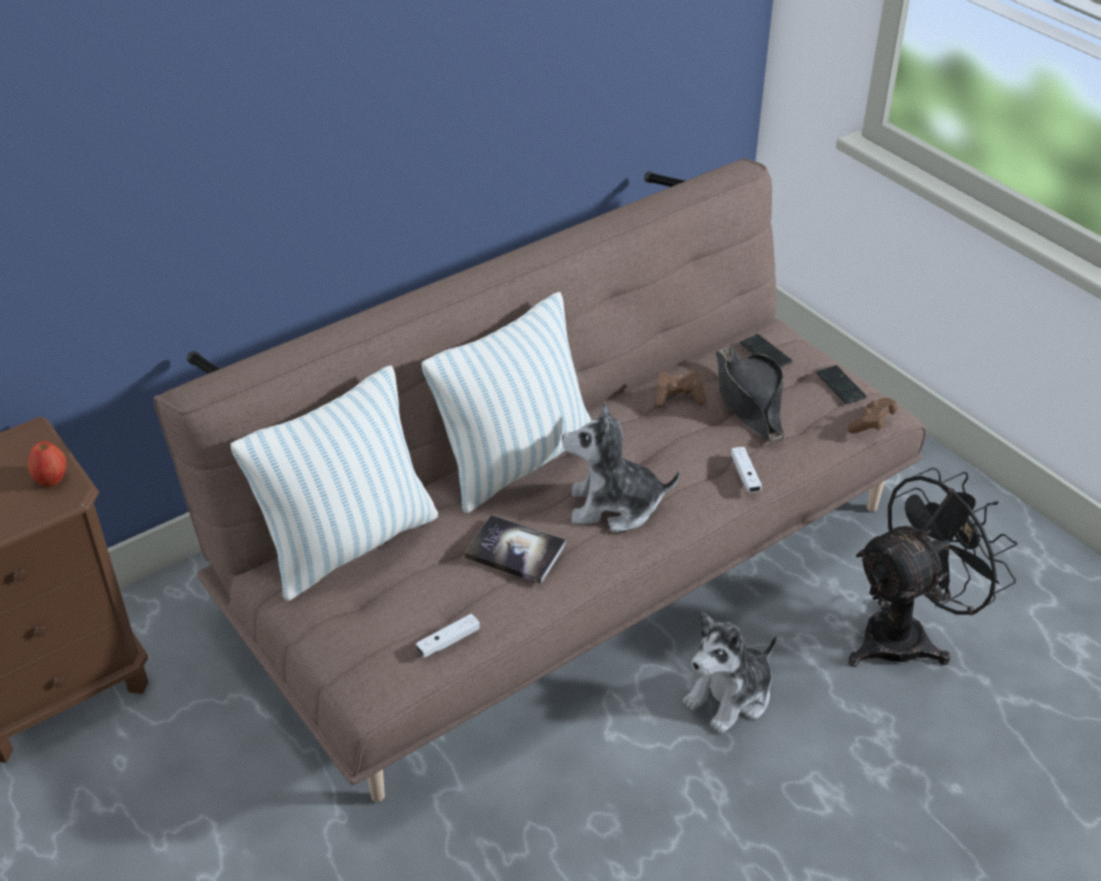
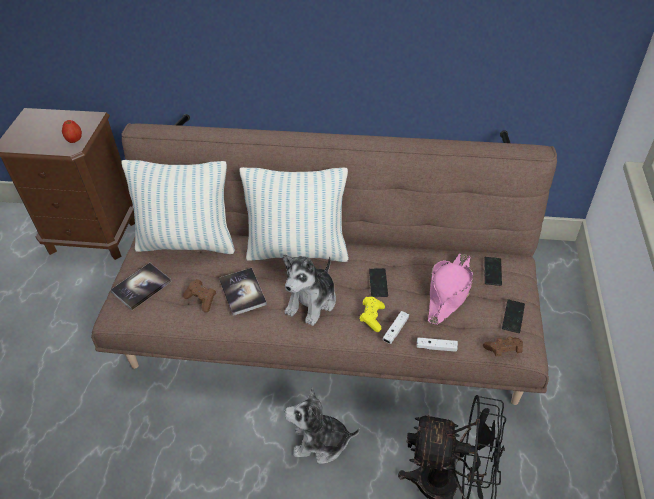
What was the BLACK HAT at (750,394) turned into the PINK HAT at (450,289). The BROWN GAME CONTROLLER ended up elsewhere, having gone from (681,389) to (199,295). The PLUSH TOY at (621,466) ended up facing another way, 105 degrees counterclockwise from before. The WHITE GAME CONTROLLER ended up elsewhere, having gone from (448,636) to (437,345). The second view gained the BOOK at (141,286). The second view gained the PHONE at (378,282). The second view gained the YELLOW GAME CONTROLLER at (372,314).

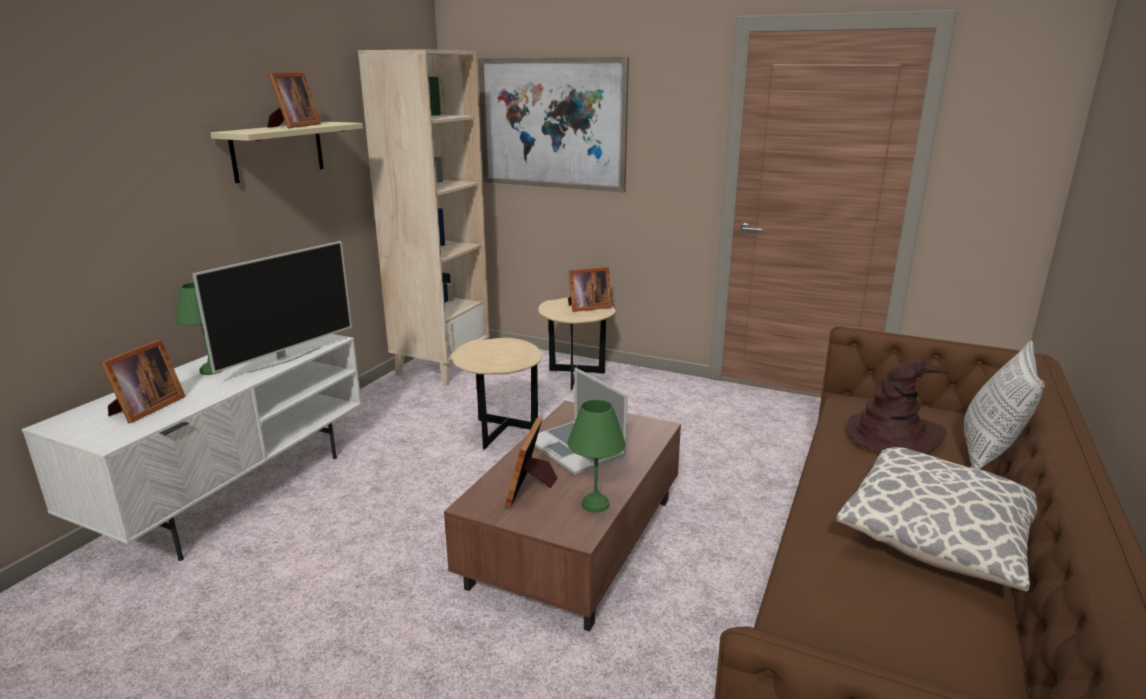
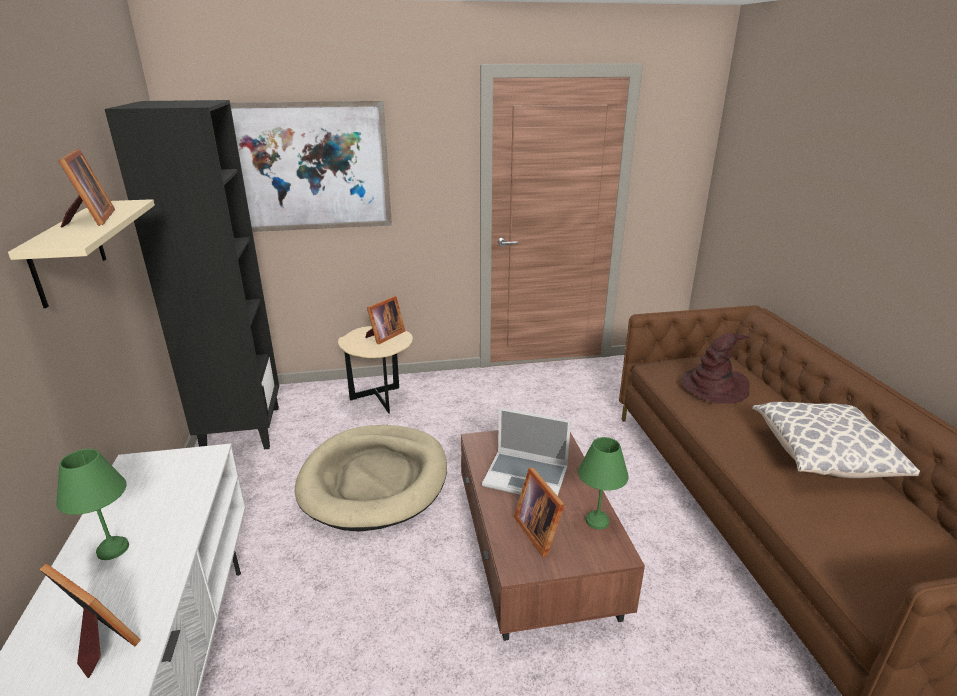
What was the BEIGE BOOKCASE at (424,217) turned into the BLACK BOOKCASE at (192,274). The second view lost the TELEVISION at (272,307). Where the BEIGE SIDE TABLE stood at (496,394), the BEIGE DOG BED came to stand at (371,478). The PICTURE FRAME at (143,381) ended up facing another way, 45 degrees counterclockwise from before. The second view lost the PILLOW at (1004,405).

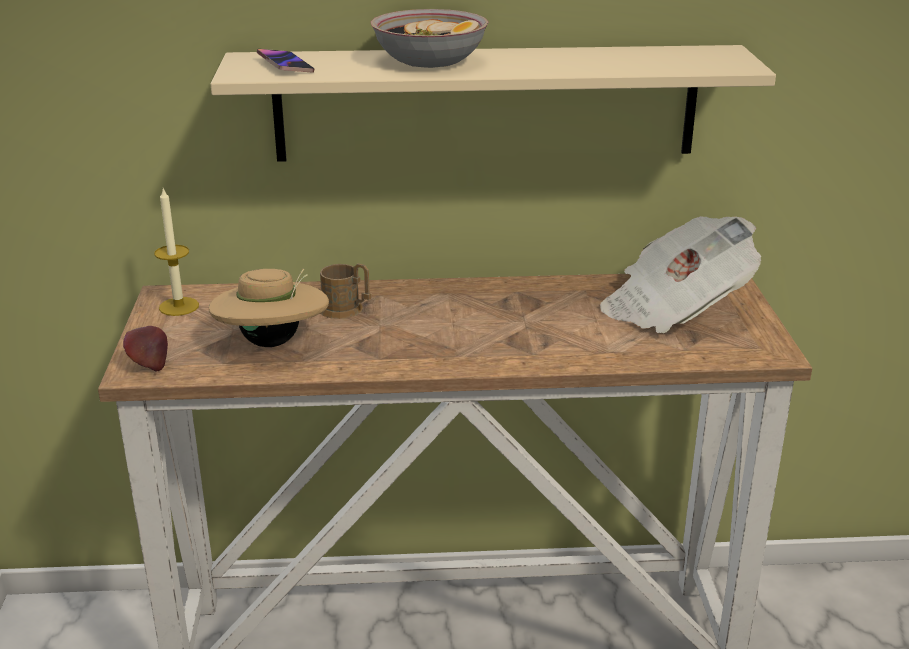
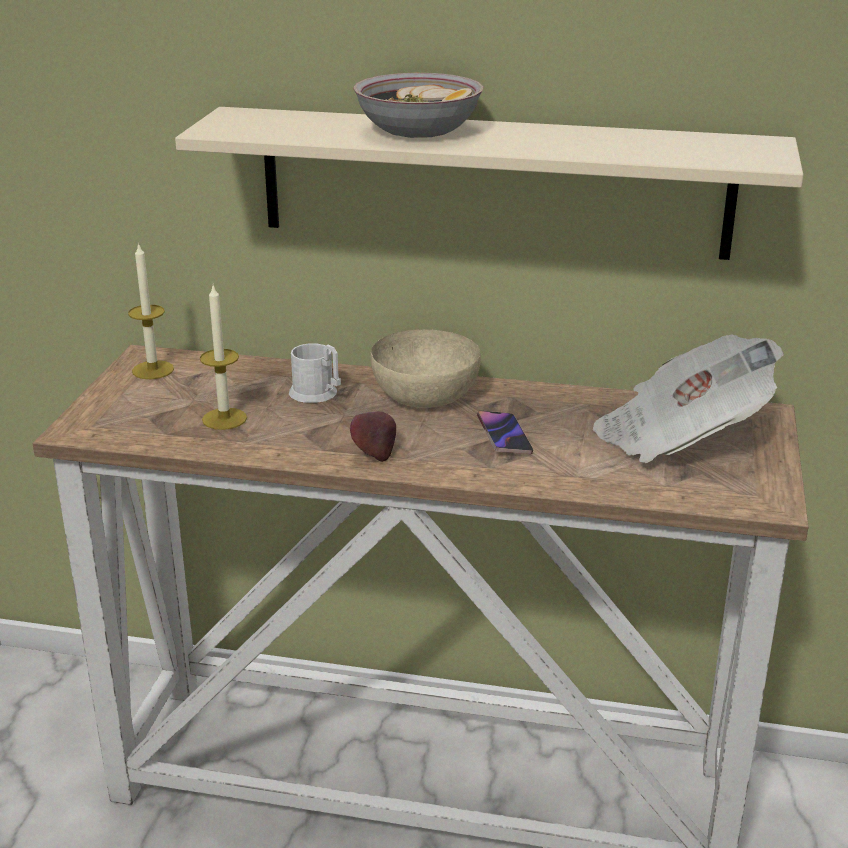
The PHONE ended up elsewhere, having gone from (285,61) to (505,432). What was the BROWN MUG at (346,291) turned into the WHITE MUG at (315,373). Where the BEIGE HAT stood at (269,307), the CANDLE came to stand at (223,358). The APPLE ended up elsewhere, having gone from (145,349) to (373,436). The second view gained the BEIGE BOWL at (426,368).

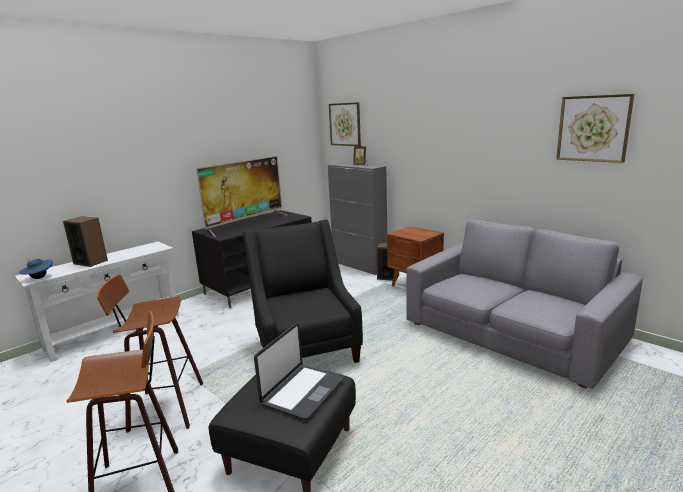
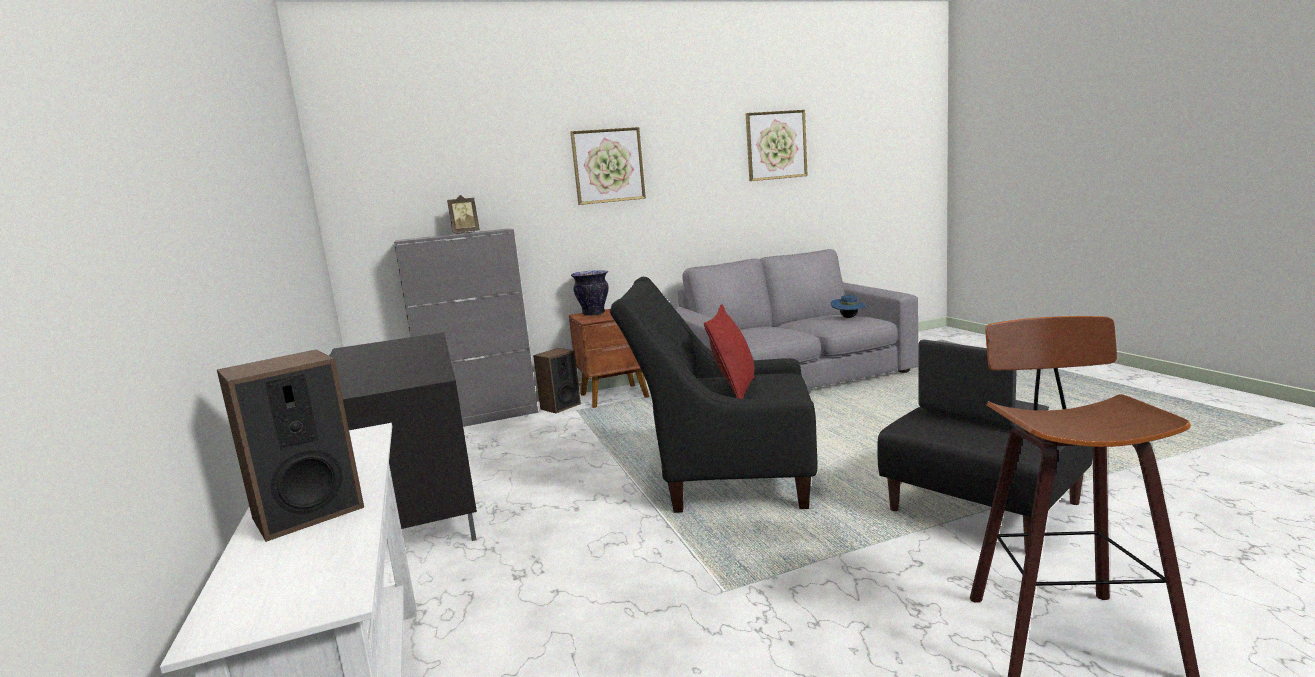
The PICTURE ended up elsewhere, having gone from (345,124) to (608,166). The second view lost the TELEVISION at (241,196). The BLUE HAT ended up elsewhere, having gone from (36,269) to (848,306). The second view lost the STOOL at (149,354). The second view gained the VASE at (590,293). The second view gained the RED PILLOW at (729,351).

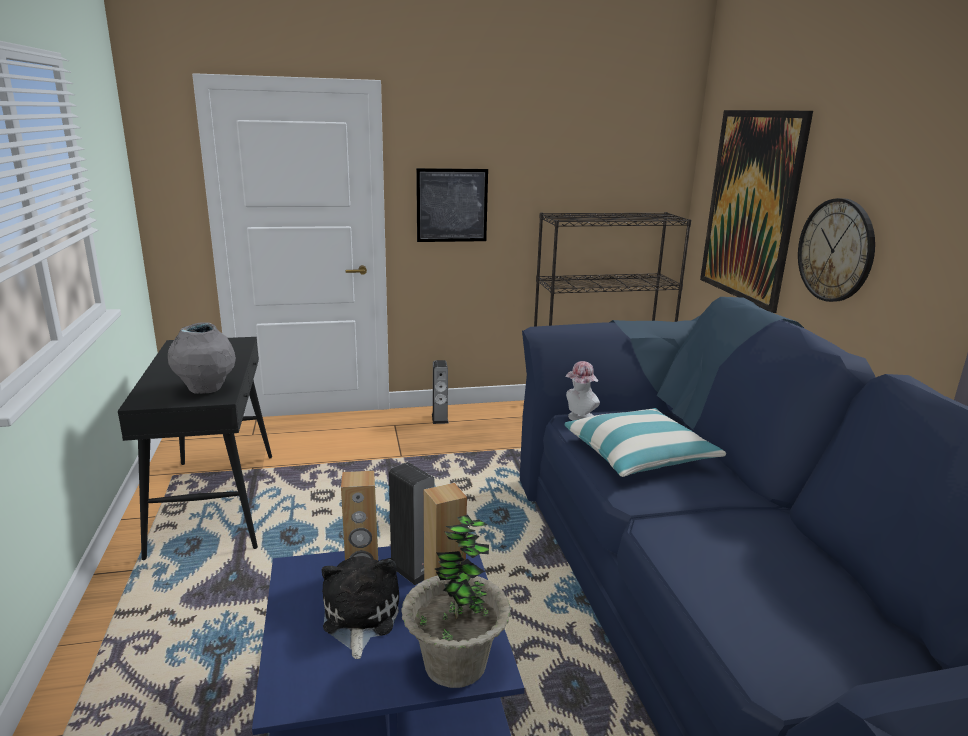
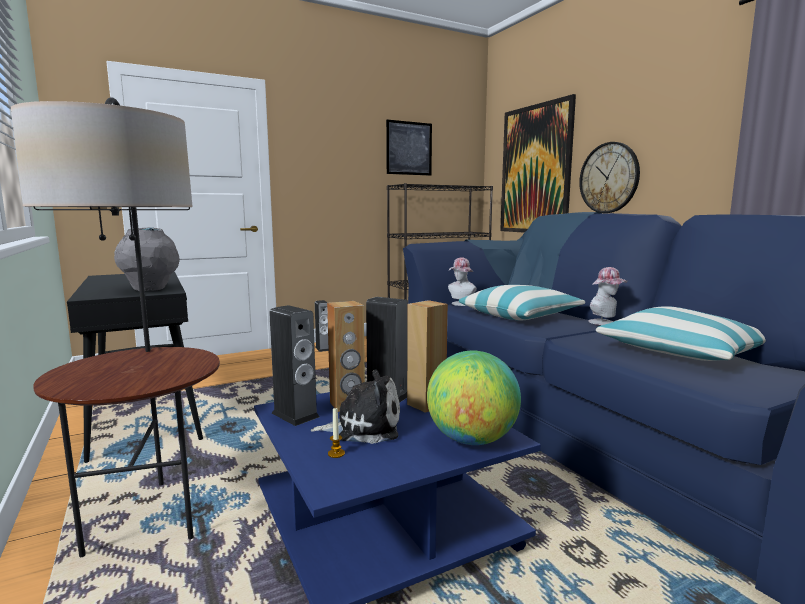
The PICTURE ended up elsewhere, having gone from (452,205) to (409,148). Where the POTTED PLANT stood at (456,601), the GLOBE came to stand at (474,397). The PLUSH TOY at (360,607) ended up facing another way, 105 degrees clockwise from before. The second view gained the FLOOR LAMP at (115,327). The second view gained the HAT at (608,296). The second view gained the SPEAKER at (294,365). The second view gained the PILLOW at (681,333). The second view gained the CANDLE at (336,433).

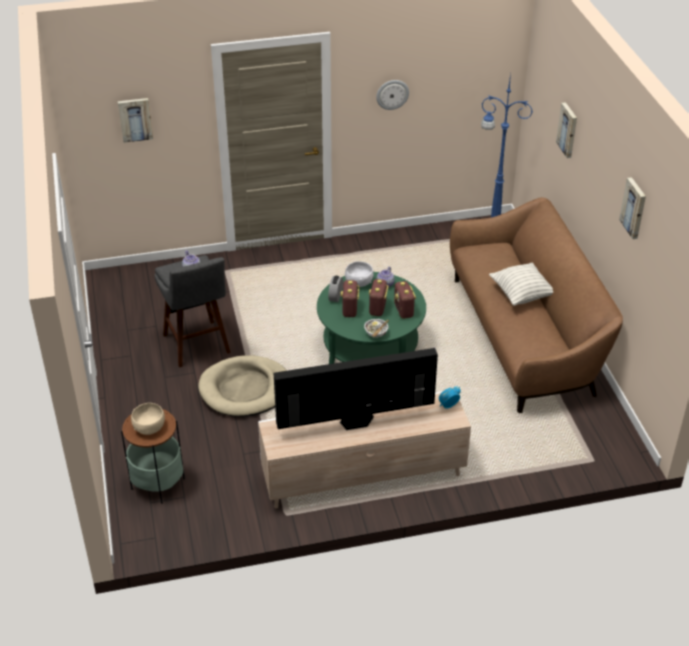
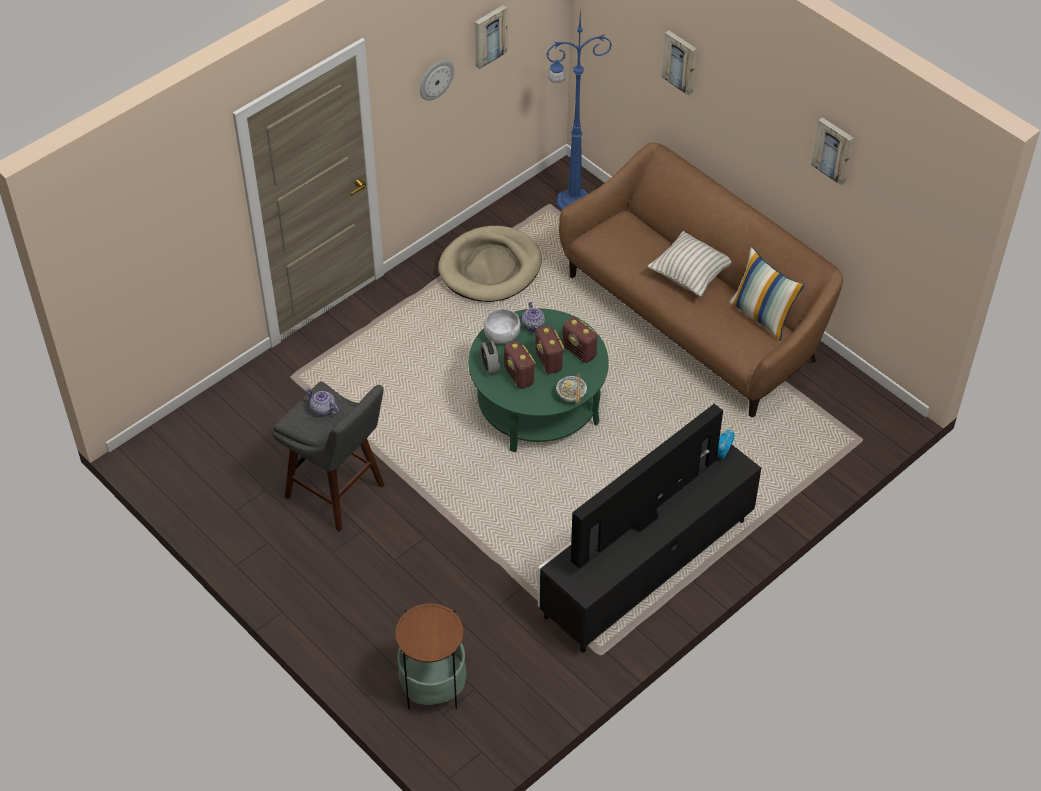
The PICTURE ended up elsewhere, having gone from (135,120) to (491,37). The BEIGE DOG BED ended up elsewhere, having gone from (242,386) to (490,264). What was the BEIGE TV STAND at (364,450) turned into the BLACK TV STAND at (649,549). The second view lost the BEIGE BOWL at (148,419). The second view gained the PILLOW at (767,294).

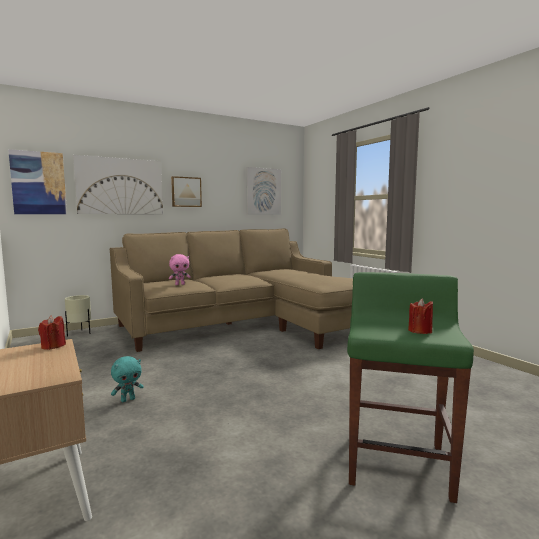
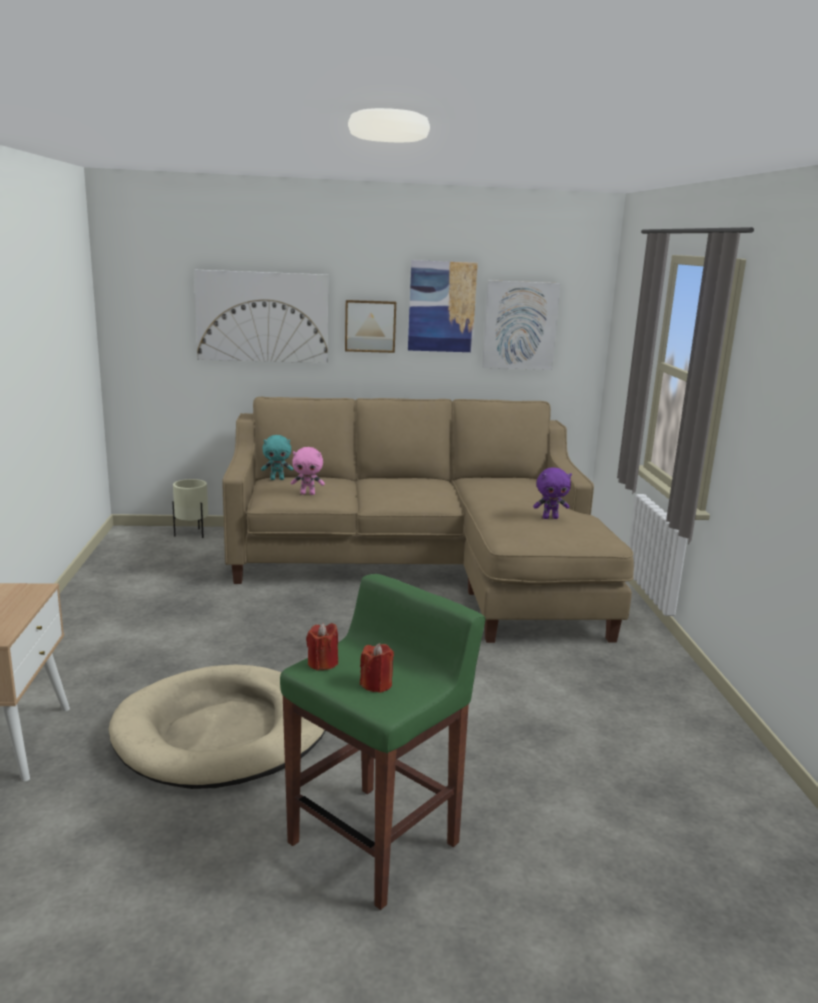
The PICTURE ended up elsewhere, having gone from (37,181) to (443,306). The RED CANDLE ended up elsewhere, having gone from (52,333) to (322,647). The TURQUOISE PLUSH TOY ended up elsewhere, having gone from (127,379) to (277,457). The second view gained the PURPLE PLUSH TOY at (552,493). The second view gained the BEIGE DOG BED at (217,726).

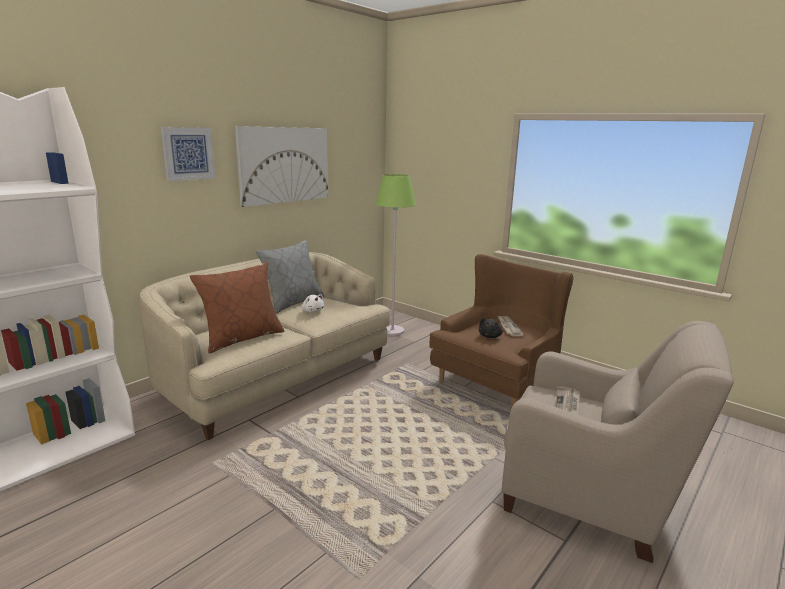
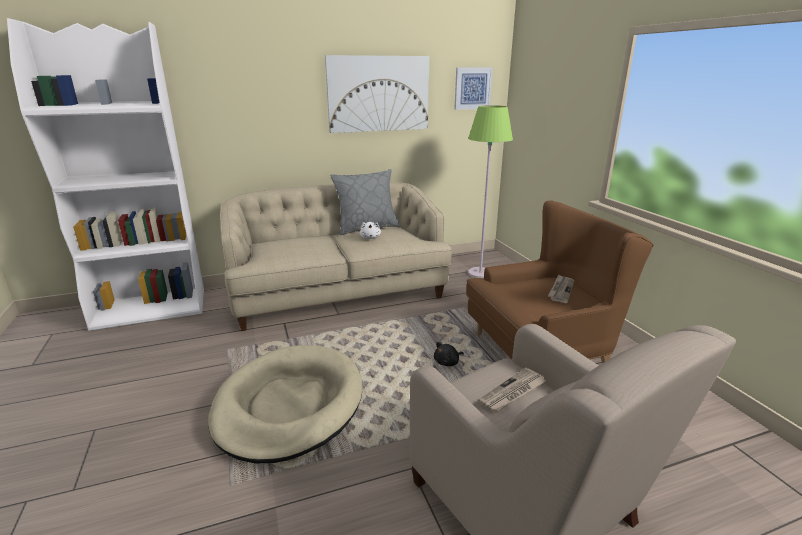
The PICTURE ended up elsewhere, having gone from (188,154) to (473,89). The second view lost the BROWN PILLOW at (237,308). The BLACK PLUSH TOY ended up elsewhere, having gone from (491,328) to (449,354). The second view gained the BEIGE DOG BED at (285,404).

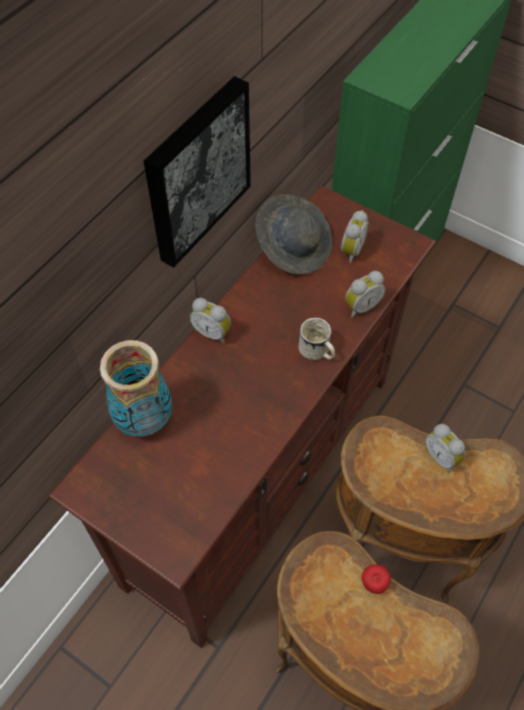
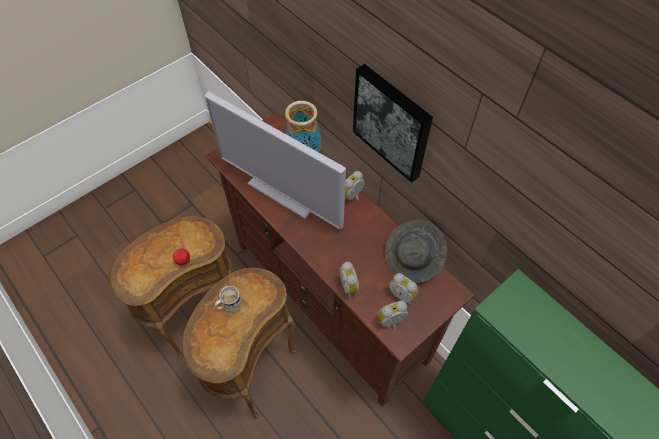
The WHITE MUG ended up elsewhere, having gone from (316,339) to (229,299). The ALARM CLOCK ended up elsewhere, having gone from (445,448) to (393,315). The second view gained the TELEVISION at (275,160).

